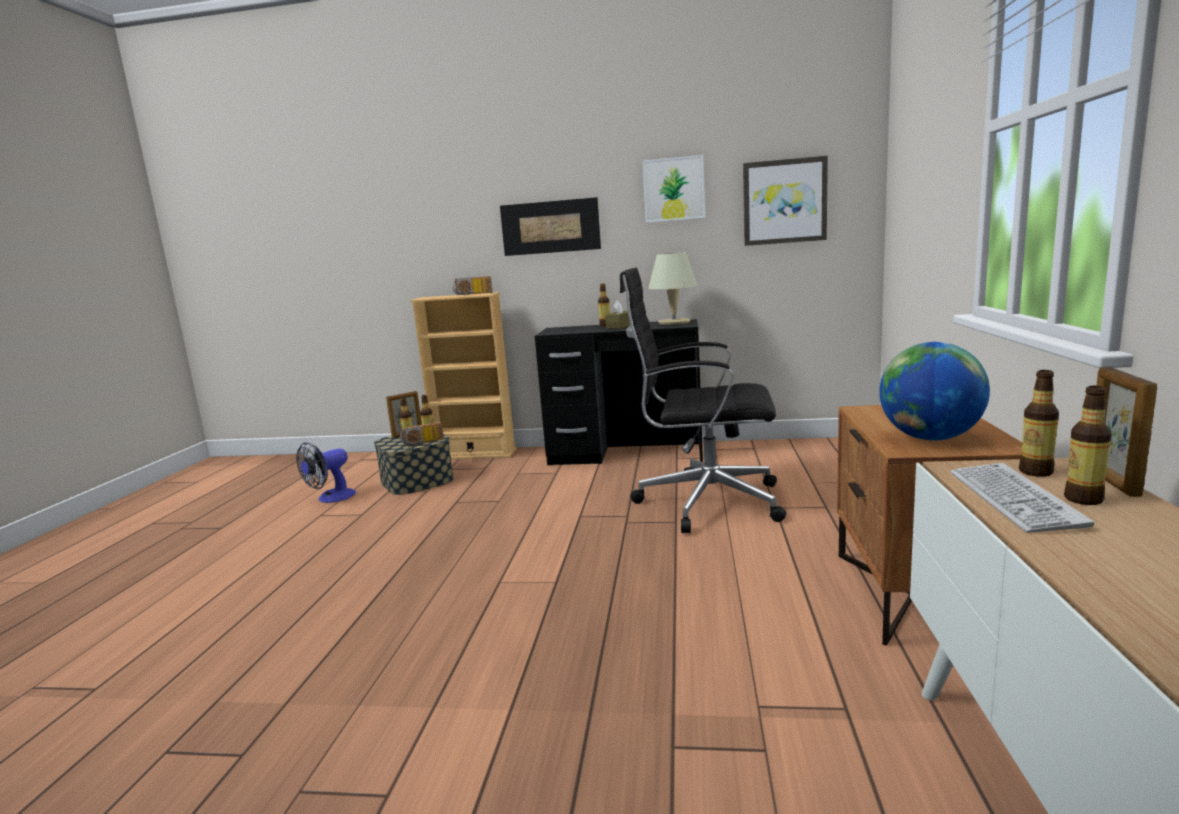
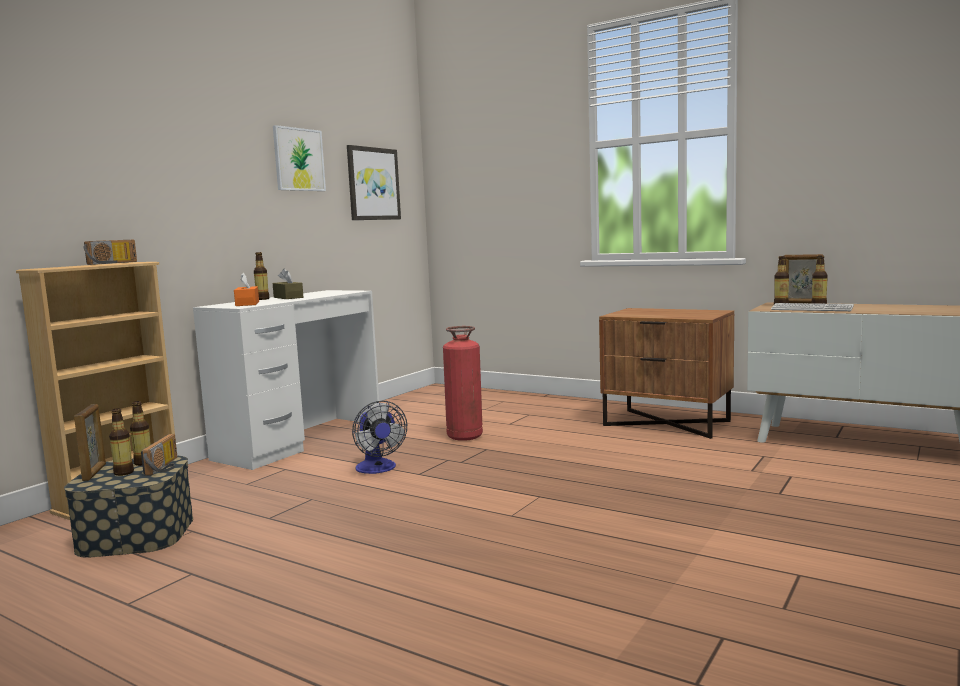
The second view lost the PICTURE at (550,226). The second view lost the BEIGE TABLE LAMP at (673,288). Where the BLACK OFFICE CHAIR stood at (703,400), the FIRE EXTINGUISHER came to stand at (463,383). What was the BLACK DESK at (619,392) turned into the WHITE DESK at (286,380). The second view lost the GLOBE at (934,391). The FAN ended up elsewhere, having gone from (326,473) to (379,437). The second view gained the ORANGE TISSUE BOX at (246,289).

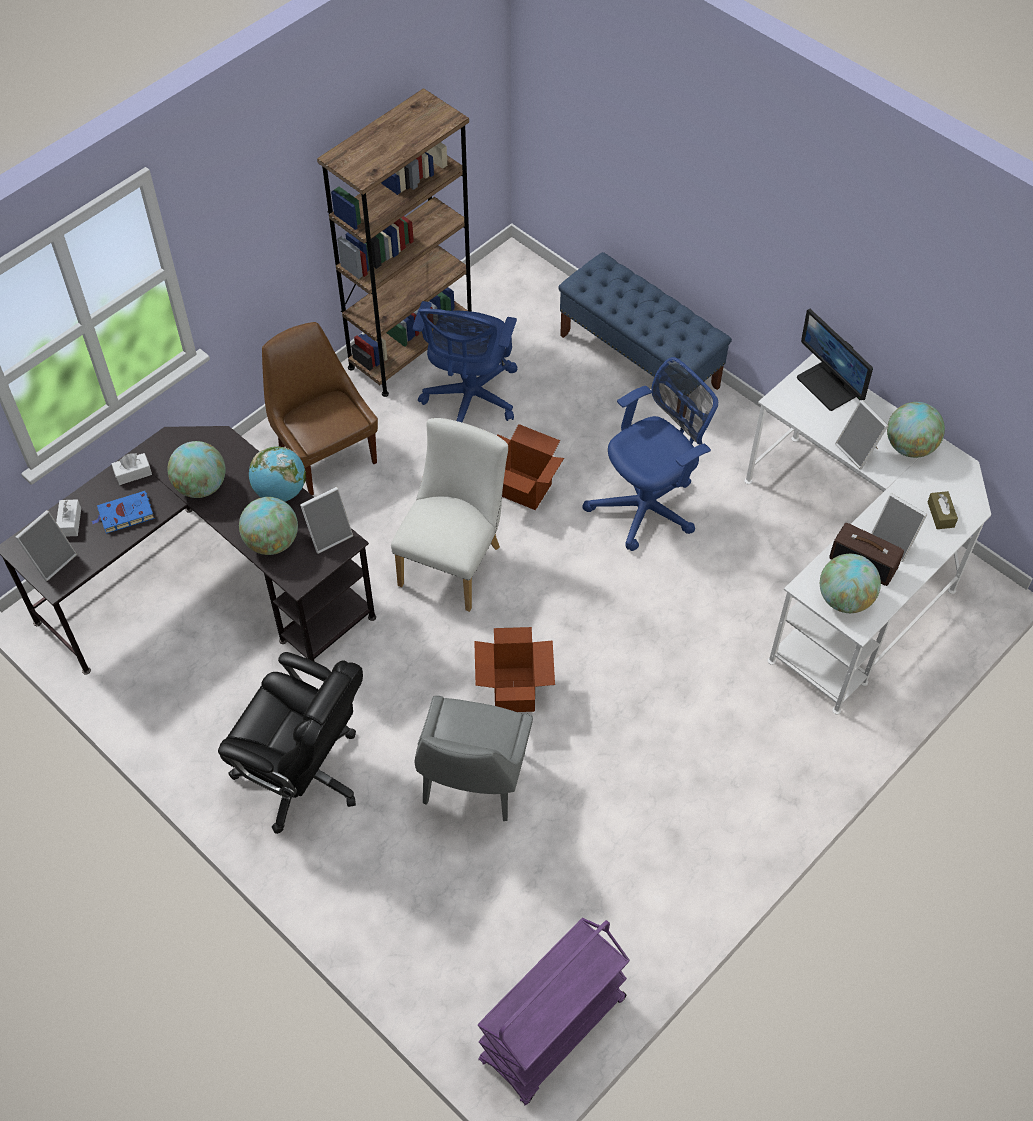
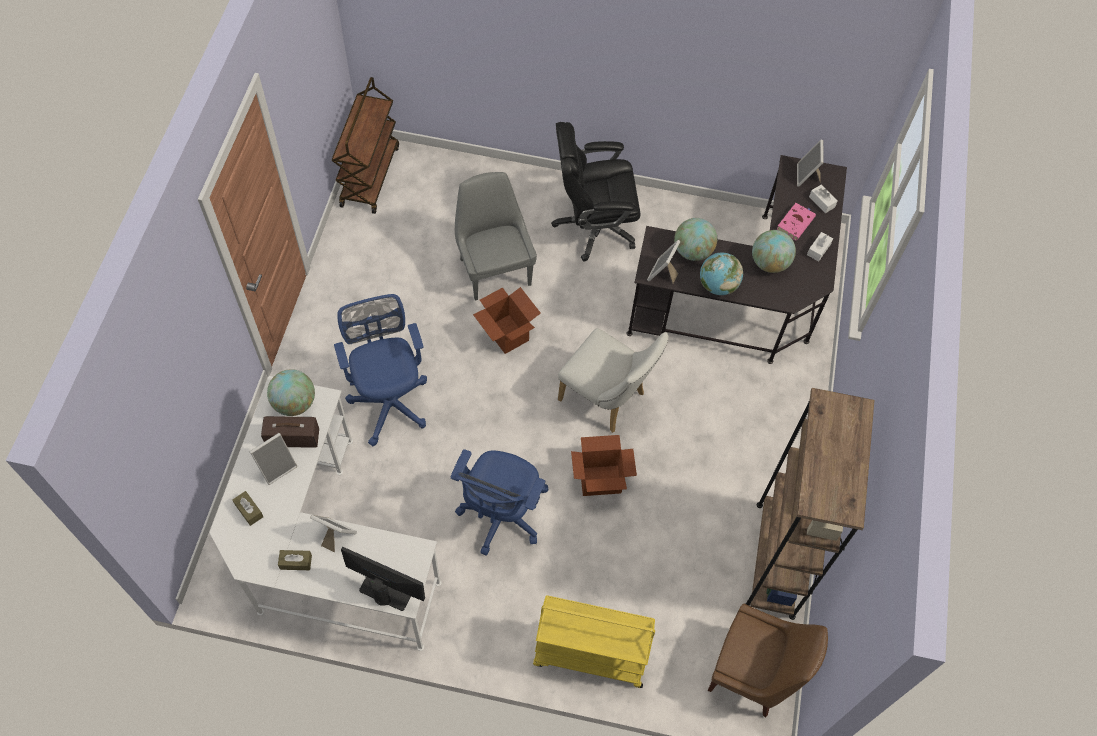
Where the BLUE BENCH stood at (645,334), the YELLOW CART came to stand at (594,641). The BLUE OFFICE CHAIR ended up elsewhere, having gone from (465,361) to (380,370). The BROWN CHAIR ended up elsewhere, having gone from (320,408) to (768,661). Where the GLOBE stood at (916,430), the BROWN TISSUE BOX came to stand at (295,560). The WHITE CHAIR at (449,515) ended up facing another way, 45 degrees counterclockwise from before. What was the BLUE BOOK at (123,512) turned into the PINK BOOK at (796,221). The PICTURE FRAME at (899,527) ended up facing another way, 135 degrees clockwise from before. What was the PURPLE CART at (554,1011) turned into the BROWN CART at (365,145).

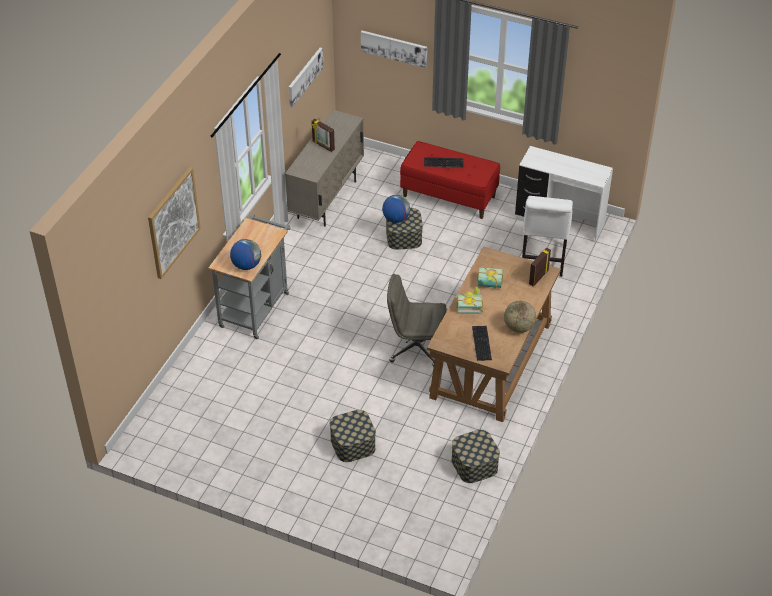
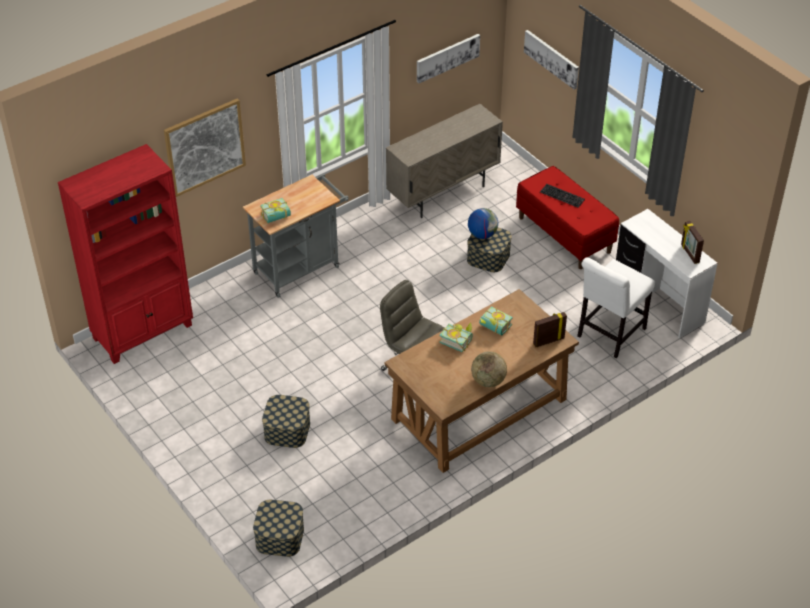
The PICTURE FRAME ended up elsewhere, having gone from (323,135) to (692,242). Where the GLOBE stood at (245,254), the BOOK came to stand at (275,210). The second view lost the KEYBOARD at (482,343). The STORAGE BOX ended up elsewhere, having gone from (476,456) to (278,528). The second view gained the RED BOOKCASE at (125,254).

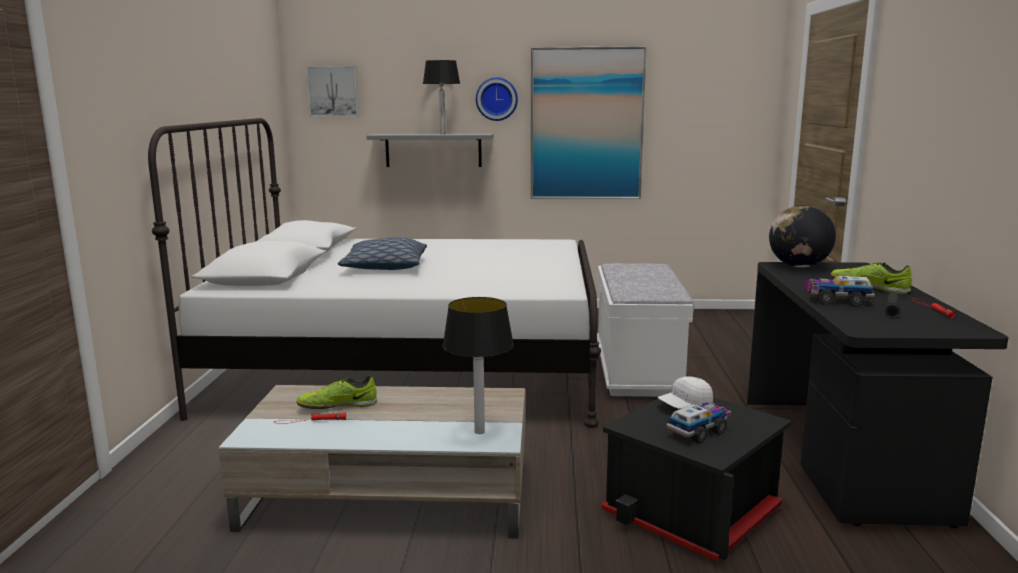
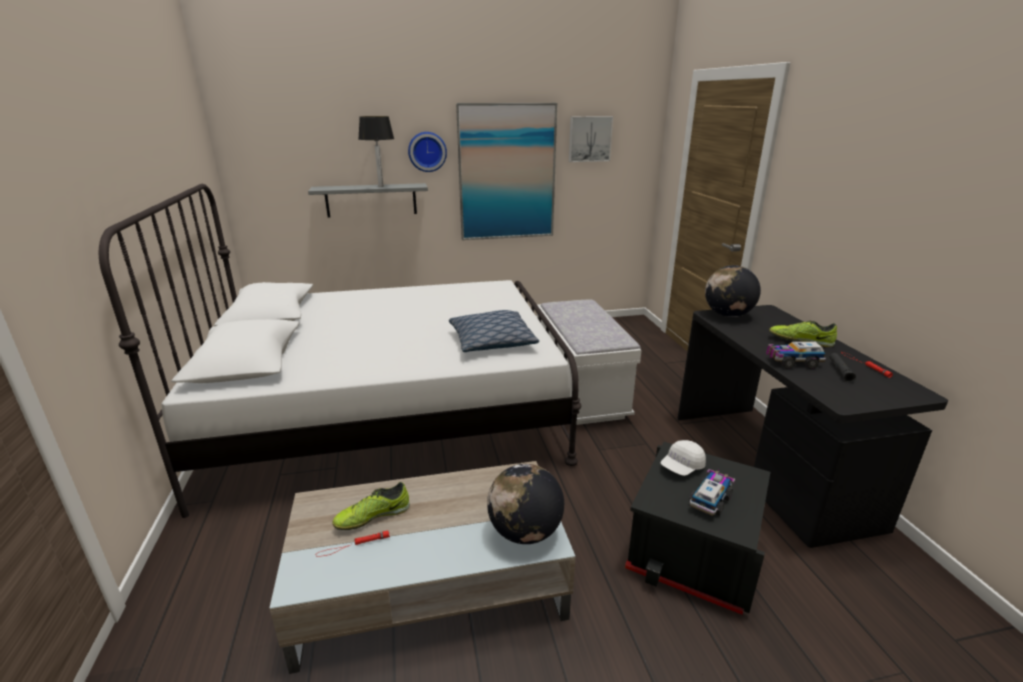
The PICTURE ended up elsewhere, having gone from (332,91) to (591,139). The PILLOW ended up elsewhere, having gone from (382,253) to (494,331). Where the TABLE LAMP stood at (478,365), the GLOBE came to stand at (525,504).

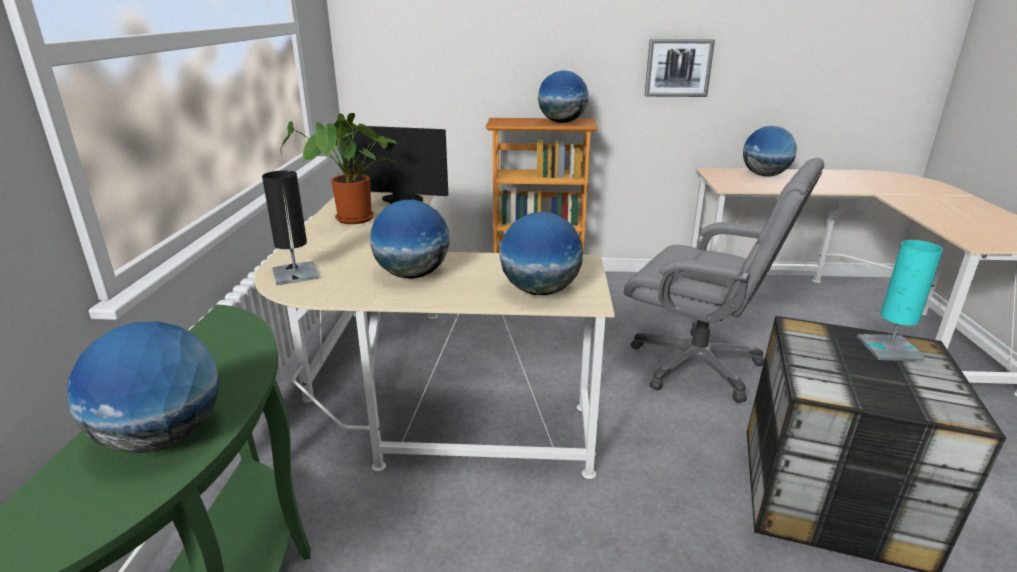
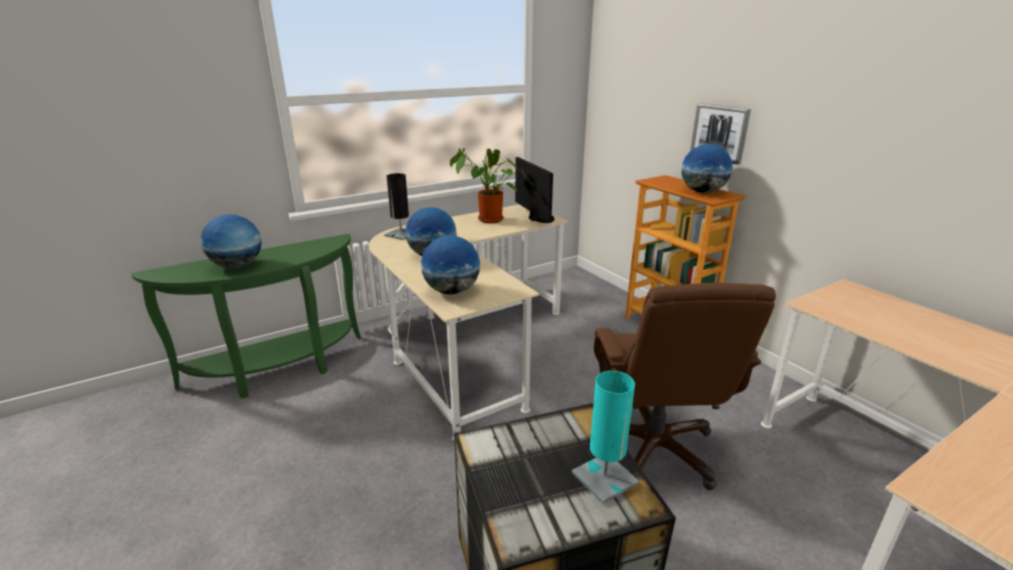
The PICTURE ended up elsewhere, having gone from (680,68) to (720,134). The second view lost the GLOBE at (770,151). What was the GREY OFFICE CHAIR at (724,280) turned into the BROWN OFFICE CHAIR at (685,386).

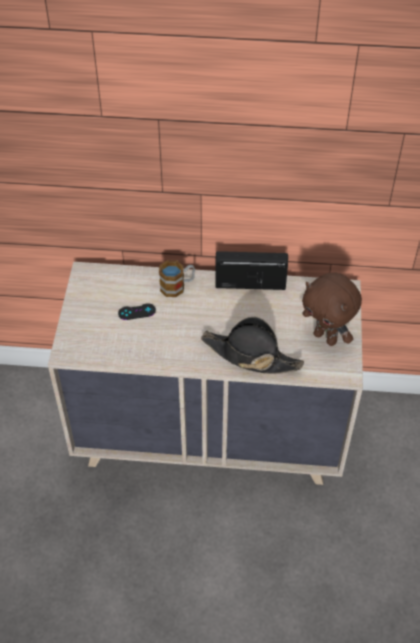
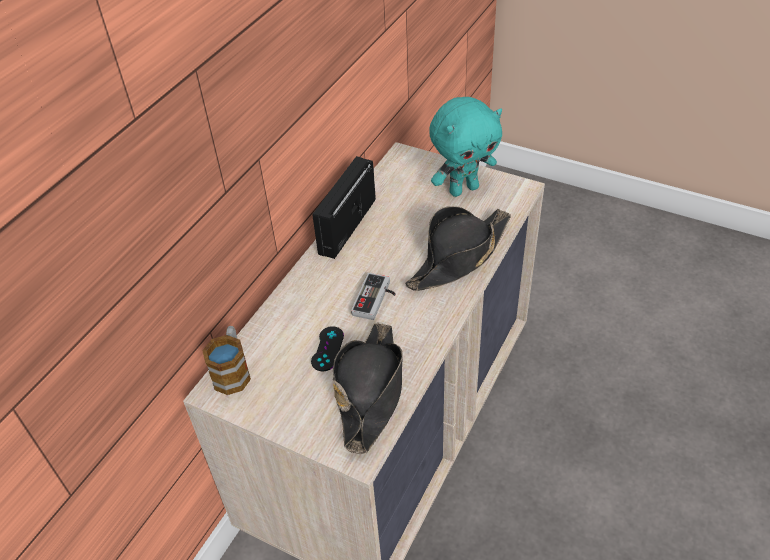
The MUG ended up elsewhere, having gone from (177,278) to (226,360). What was the BROWN PLUSH TOY at (332,309) turned into the TURQUOISE PLUSH TOY at (465,147). The second view gained the GAME CONTROLLER at (373,296). The second view gained the BLACK HAT at (368,388).

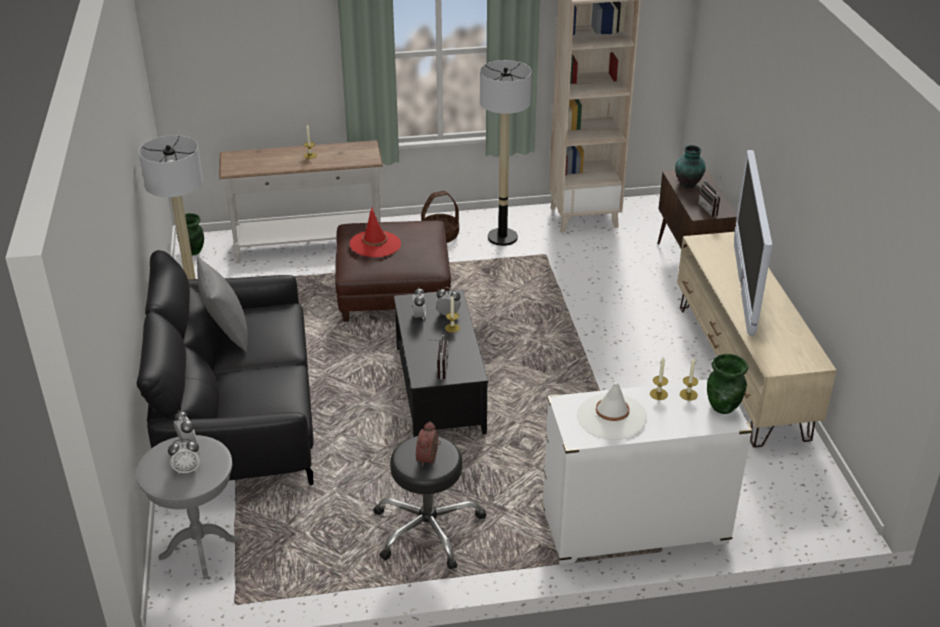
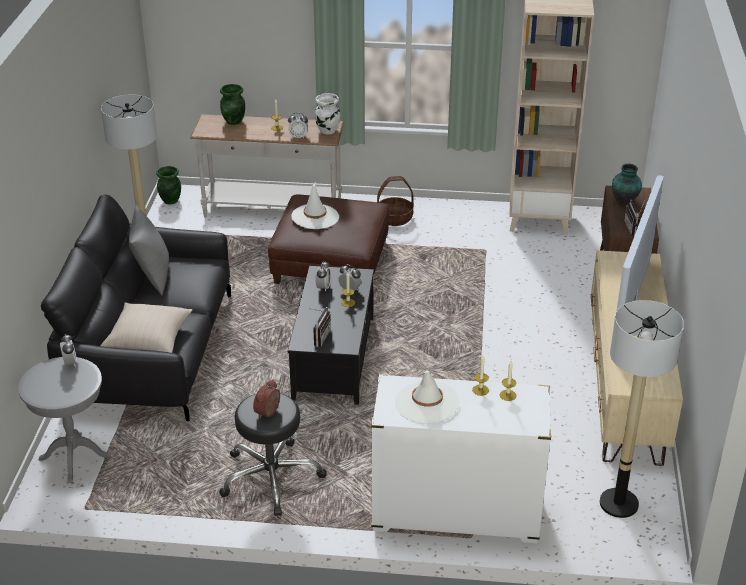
The FLOOR LAMP ended up elsewhere, having gone from (506,153) to (642,409). What was the RED HAT at (375,231) turned into the WHITE HAT at (315,205). The GREEN VASE ended up elsewhere, having gone from (727,384) to (232,104). The ALARM CLOCK ended up elsewhere, having gone from (184,456) to (298,125). The second view gained the WHITE VASE at (327,113). The second view gained the BEIGE PILLOW at (147,327).

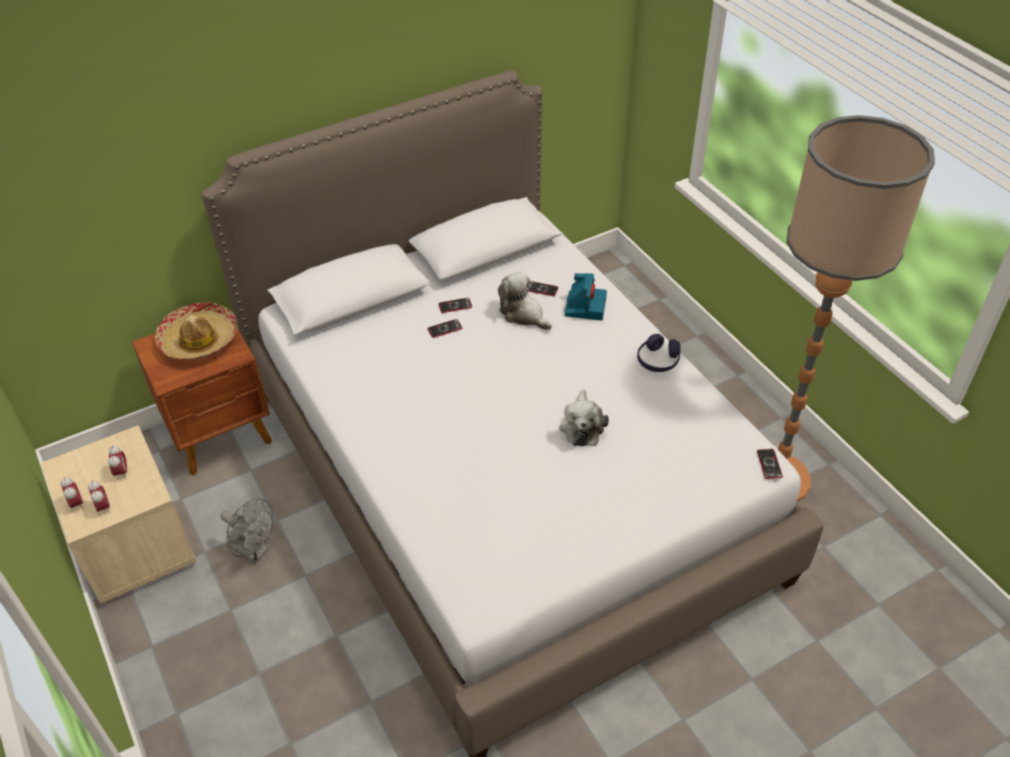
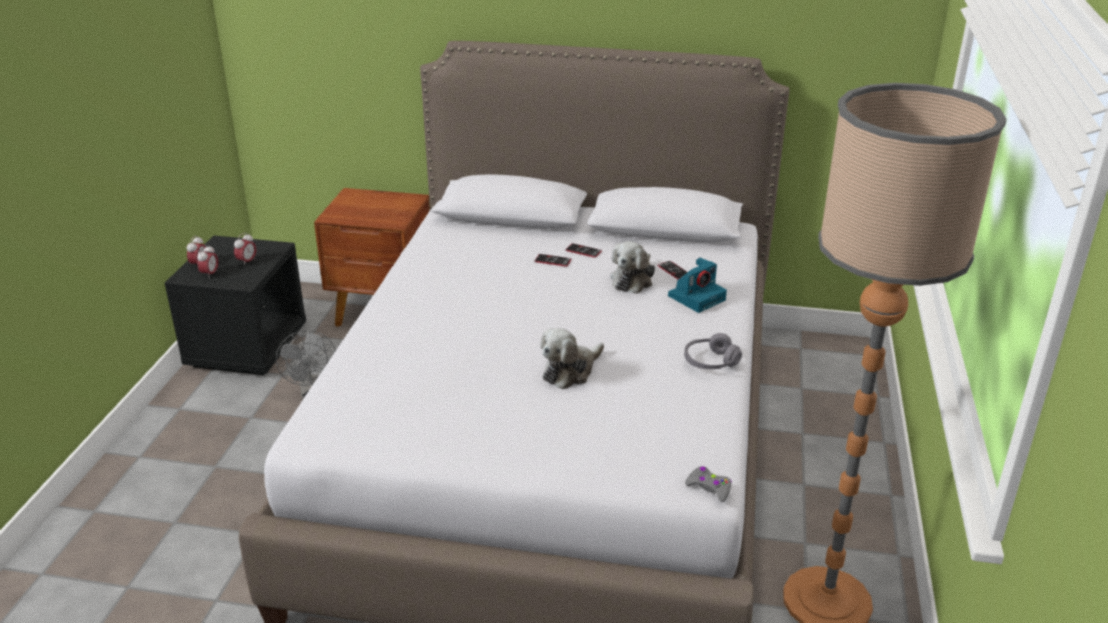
The PLUSH TOY at (525,300) ended up facing another way, 150 degrees counterclockwise from before. The second view lost the HAT at (196,331). What was the PURPLE HEADPHONES at (659,353) turned into the GREY HEADPHONES at (713,351). What was the BEIGE NIGHTSTAND at (119,514) turned into the BLACK NIGHTSTAND at (235,305). Where the PHONE stood at (770,464), the GREY GAME CONTROLLER came to stand at (708,484).

